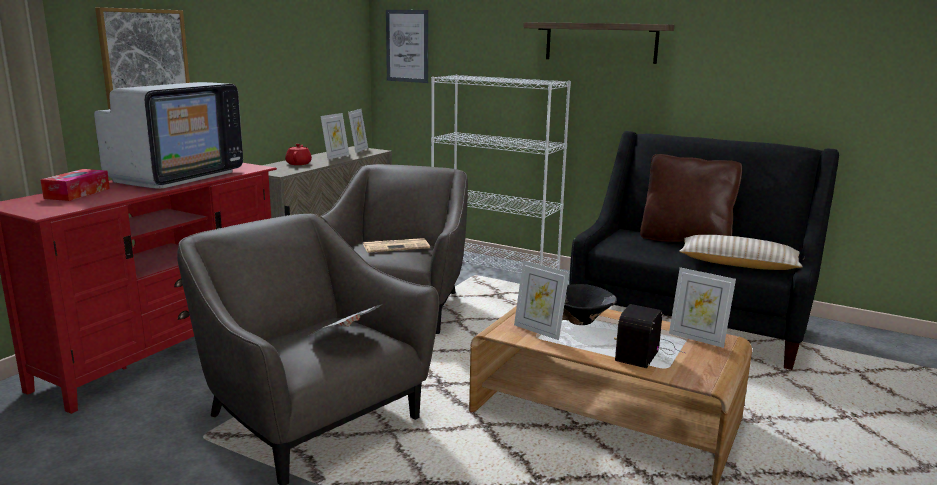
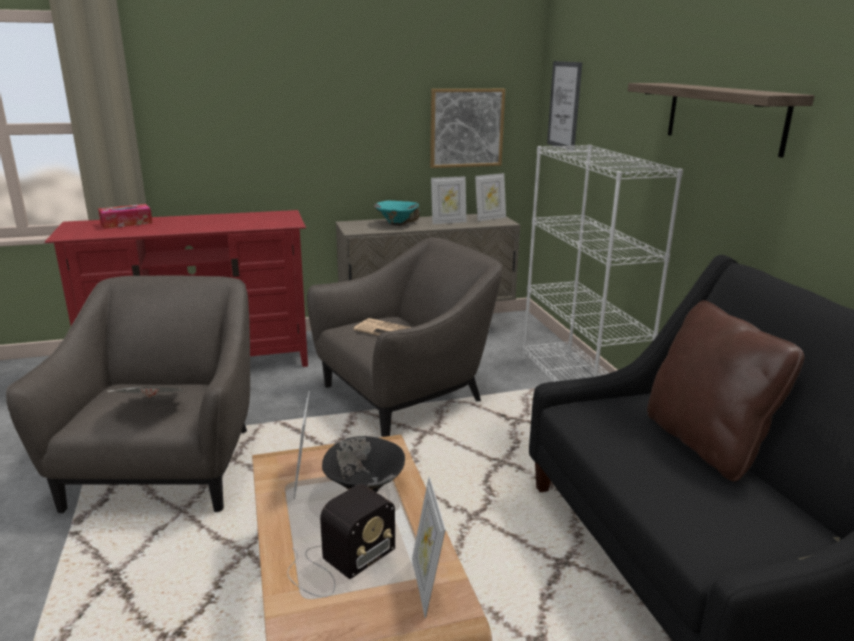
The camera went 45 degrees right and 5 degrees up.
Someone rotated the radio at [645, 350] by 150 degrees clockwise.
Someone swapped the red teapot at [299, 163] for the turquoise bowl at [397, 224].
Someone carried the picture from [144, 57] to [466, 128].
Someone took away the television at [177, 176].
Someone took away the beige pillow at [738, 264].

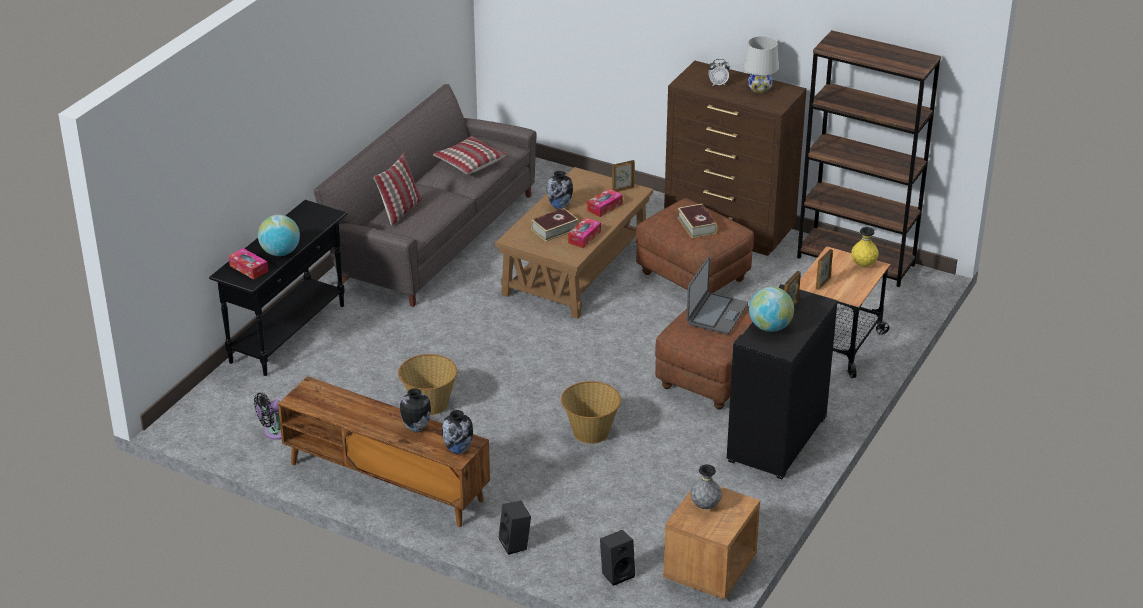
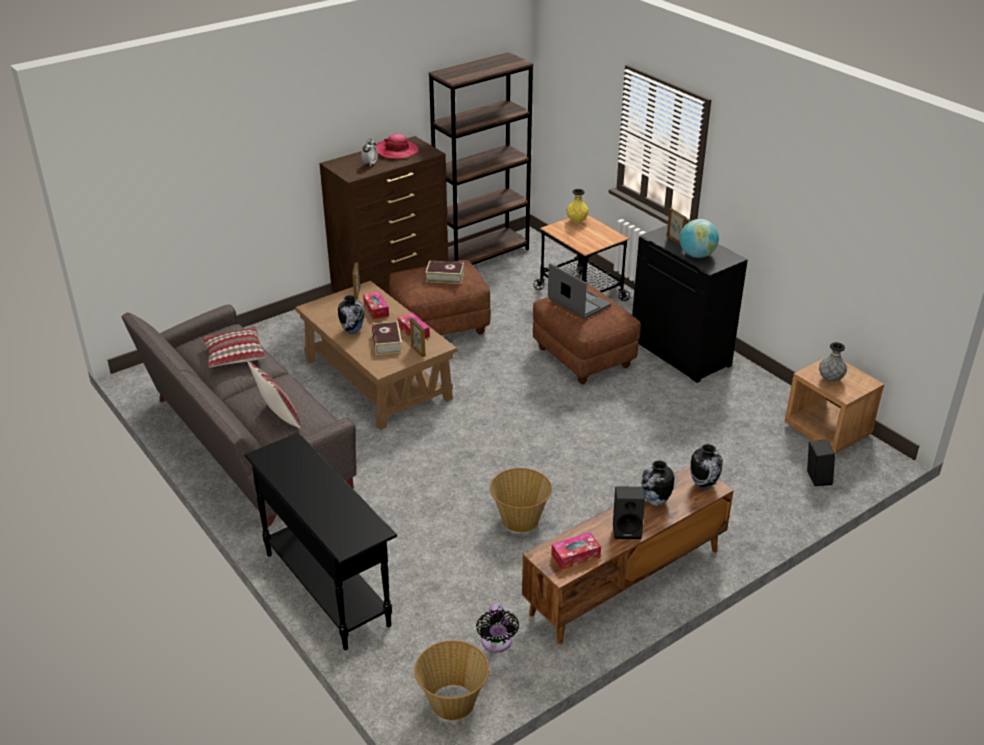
The camera went 65 degrees left and 0 degrees up.
Someone swapped the white table lamp at [759, 89] for the hat at [396, 151].
Someone carried the picture frame from [822, 283] to [418, 351].
Someone carried the basket from [590, 432] to [452, 703].
Someone carried the tissue box from [249, 268] to [575, 556].
Someone carried the black speaker from [516, 544] to [627, 529].
Someone took away the globe at [280, 252].

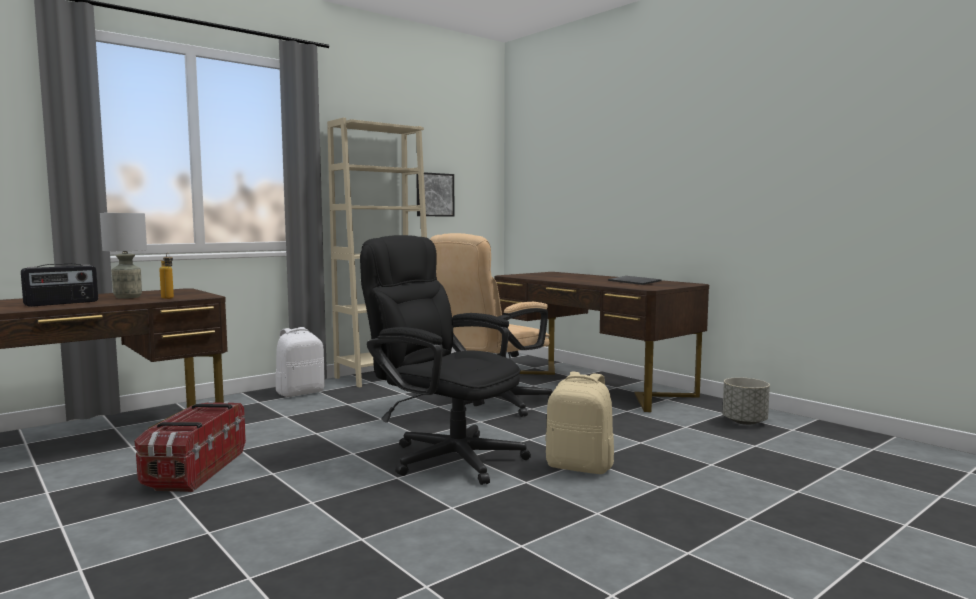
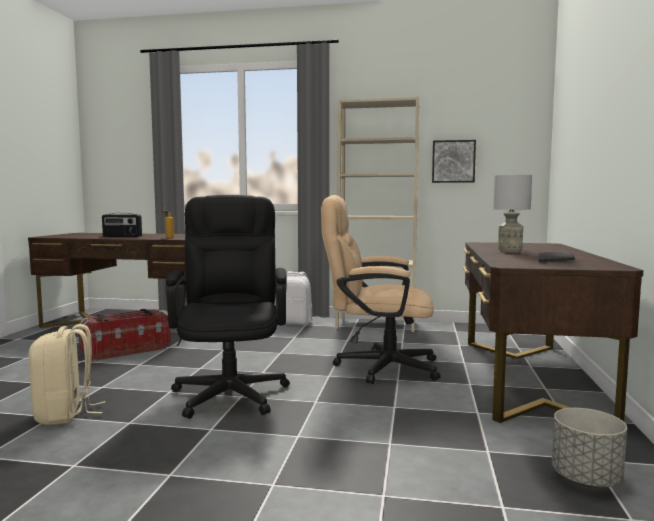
The camera went 50 degrees right and 0 degrees up.
Someone carried the beige backpack from [580, 466] to [65, 414].
Someone carried the grey table lamp from [127, 297] to [509, 251].

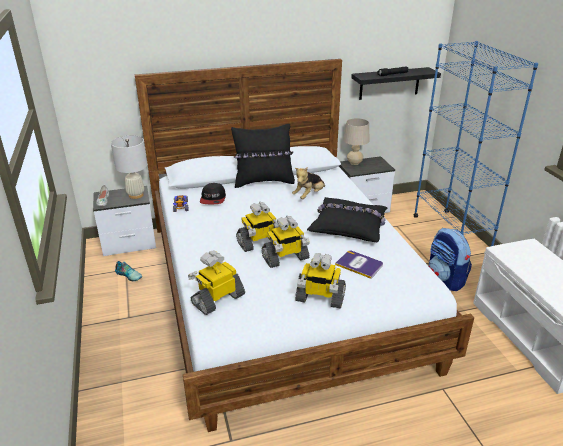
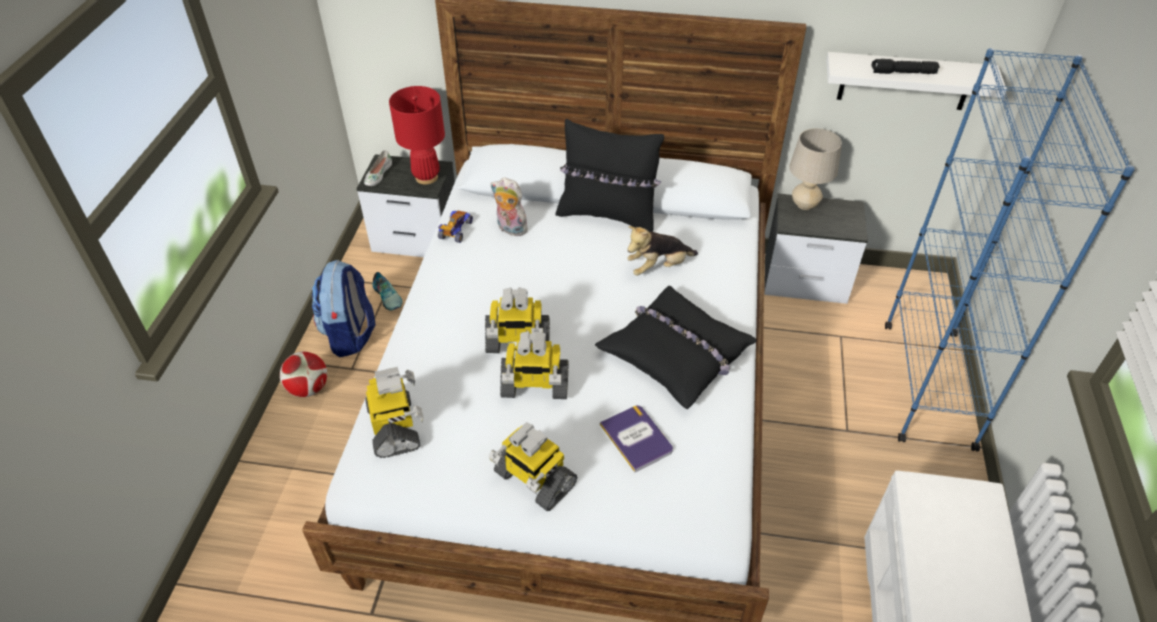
The camera went 25 degrees right and 15 degrees up.
Someone put down the football at [308, 388].
Someone carried the backpack from [445, 279] to [350, 335].
Someone rotated the toy robot at [217, 299] by 90 degrees clockwise.
Someone repainted the white table lamp at [135, 195], which became the red table lamp at [426, 177].
Someone swapped the cap at [213, 199] for the plush toy at [510, 229].
Someone repainted the black shelf at [389, 83], which became the white shelf at [905, 81].

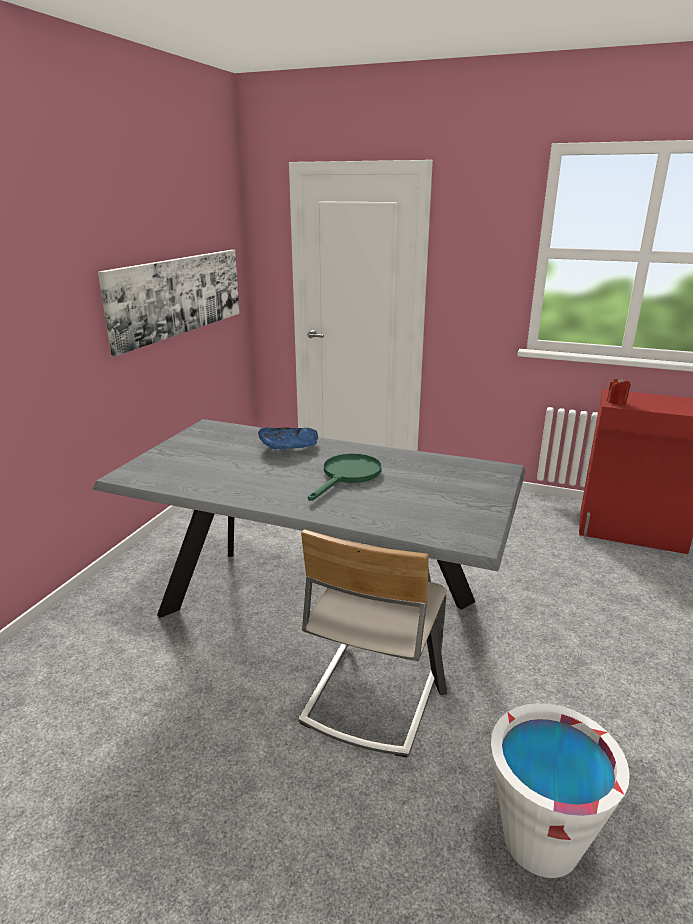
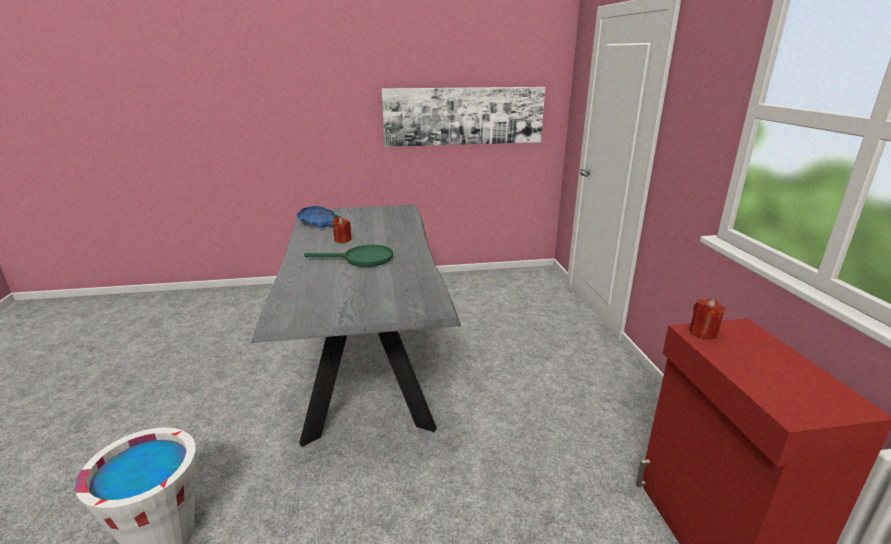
The camera went 60 degrees right and 0 degrees up.
Someone carried the blue bowl from [288, 447] to [319, 224].
Someone put down the red candle at [342, 240].
Someone took away the beige chair at [371, 693].

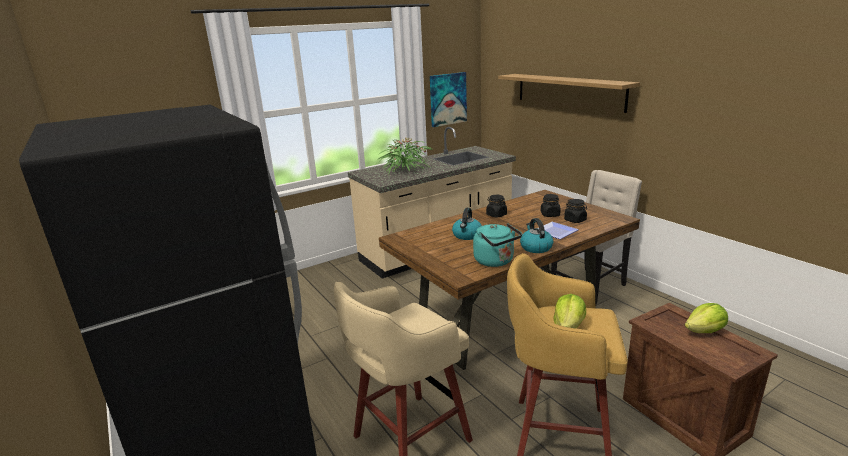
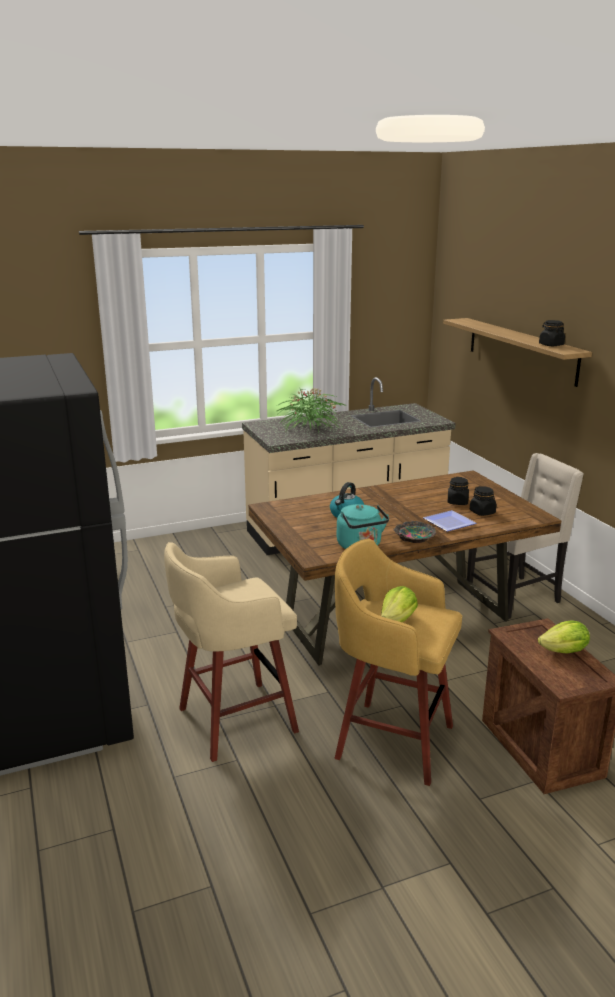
The camera went 10 degrees right and 0 degrees up.
Someone swapped the kettle at [535, 247] for the bowl at [414, 537].
Someone carried the black jar from [496, 215] to [551, 345].
Someone took away the picture at [447, 99].

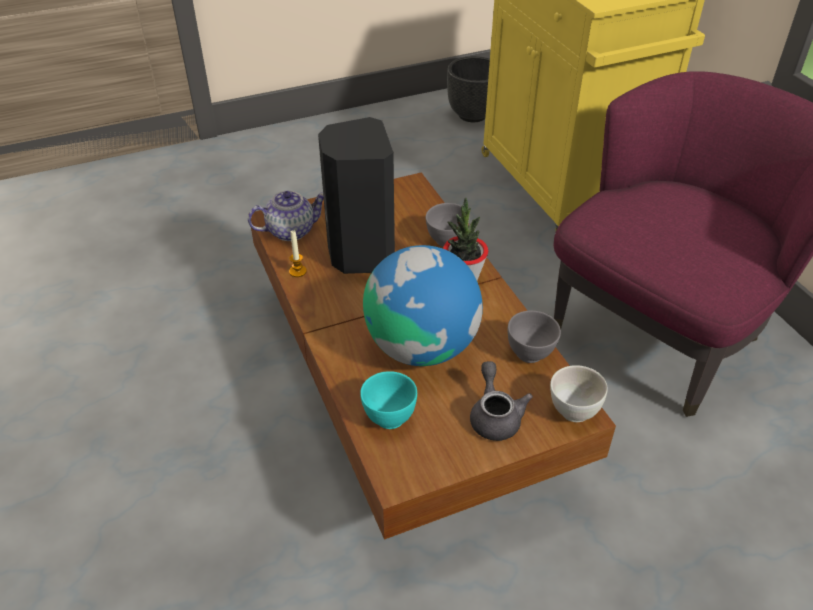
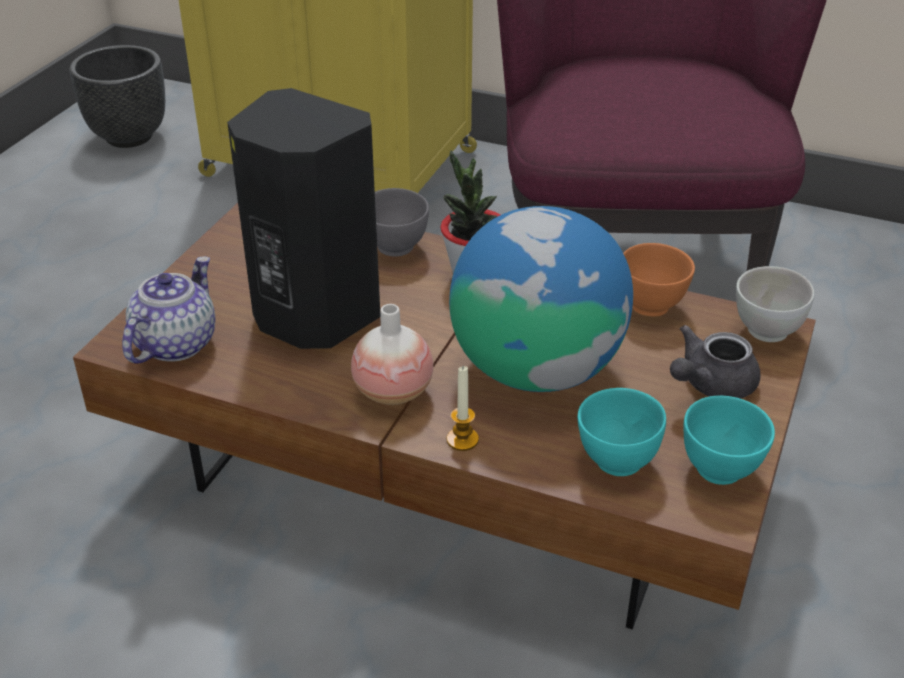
The camera went 45 degrees left and 5 degrees down.
Someone put down the vase at [393, 392].
Someone carried the candle from [297, 271] to [462, 440].
Someone repainted the grey bowl at [530, 354], which became the orange bowl at [651, 306].
Someone rotated the grey teapot at [495, 416] by 75 degrees counterclockwise.
Someone put down the turquoise bowl at [720, 471].

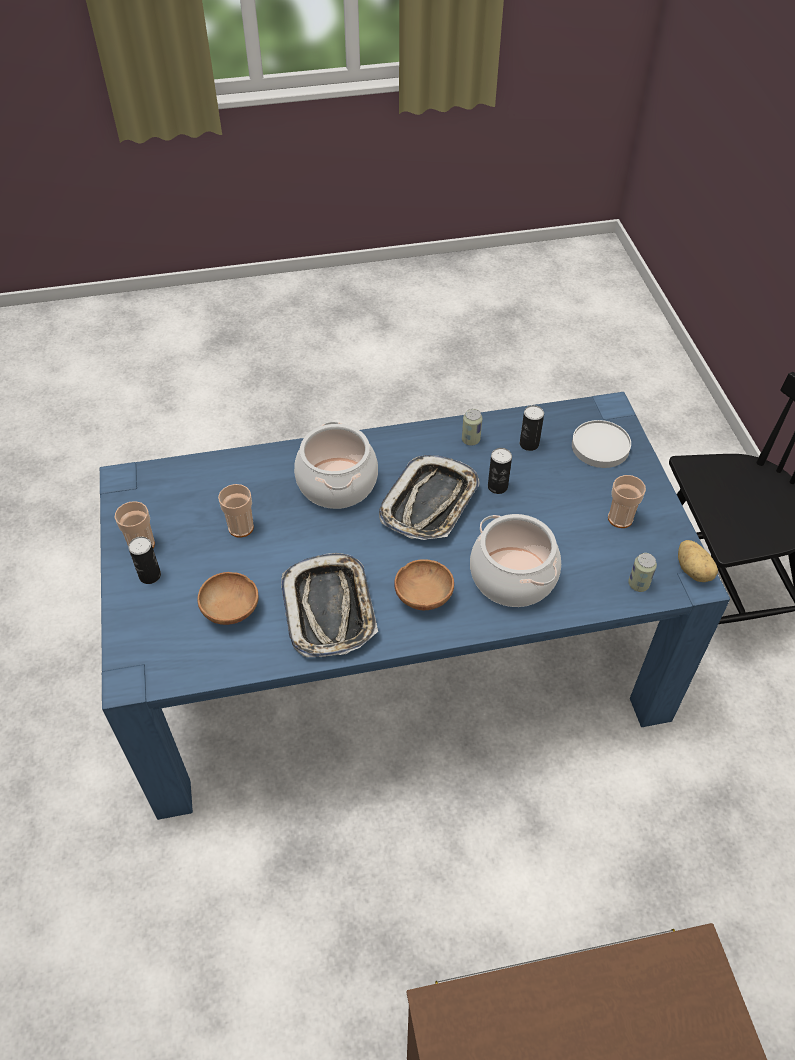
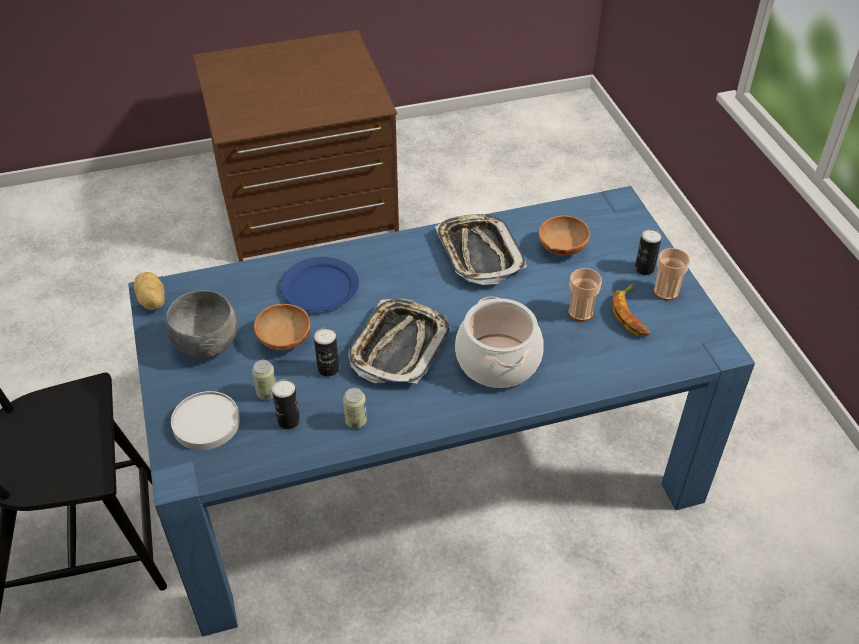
The camera went 175 degrees right and 5 degrees down.
Someone swapped the cup at [620, 518] for the grey bowl at [206, 344].
Someone carried the can from [638, 584] to [267, 393].
Someone carried the brown bowl from [424, 595] to [284, 341].
Someone swapped the cooking pot at [513, 577] for the blue plate at [319, 287].
Someone put down the banana at [631, 314].

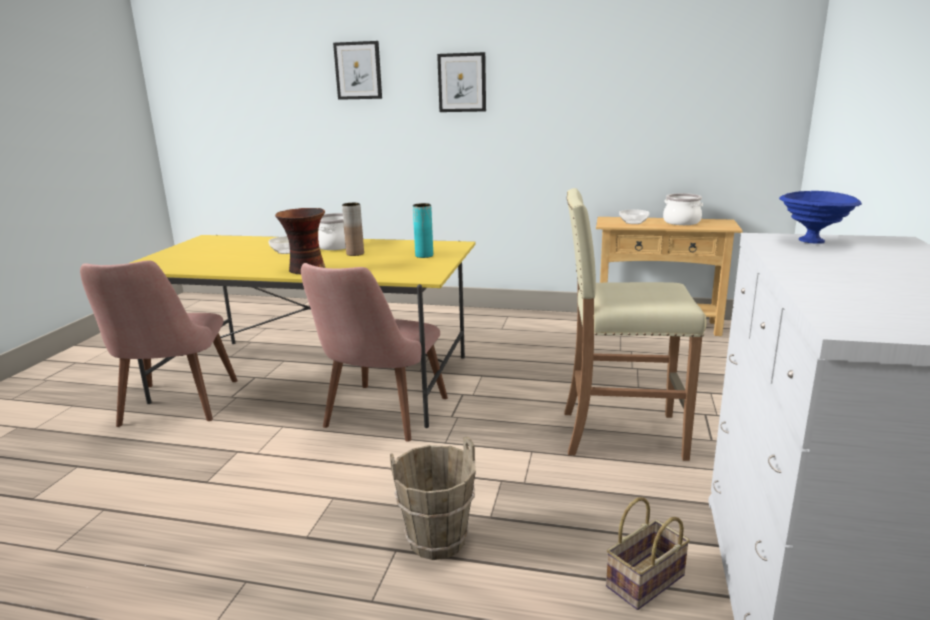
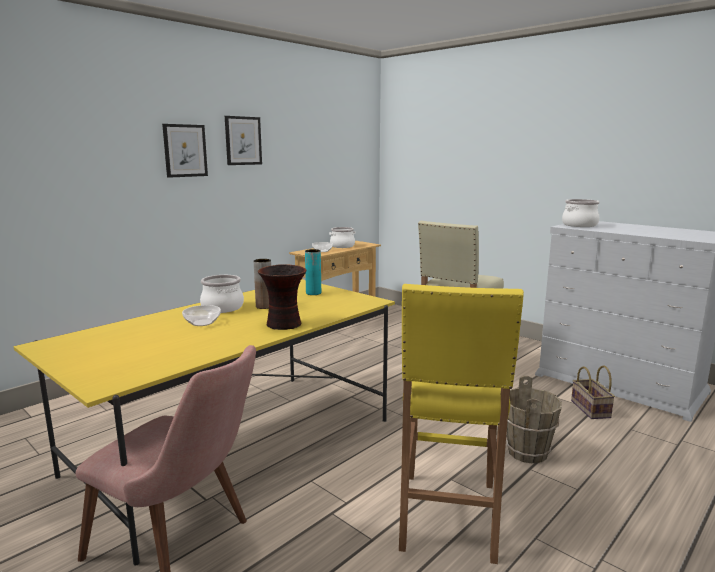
The camera went 60 degrees left and 5 degrees down.
Someone carried the picture from [358, 70] to [243, 140].
Someone put down the yellow stool at [448, 516].
Someone swapped the blue bowl at [813, 241] for the cooking pot at [579, 225].
Someone took away the pink chair at [379, 419].

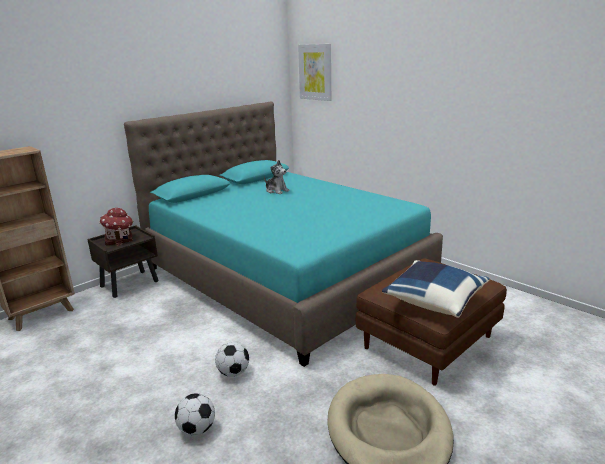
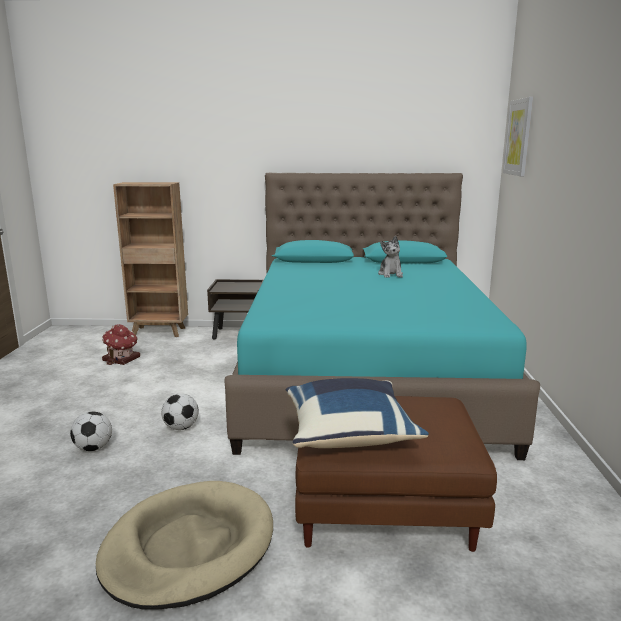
The camera went 45 degrees right and 5 degrees down.
Someone carried the toy house from [119, 239] to [122, 359].

